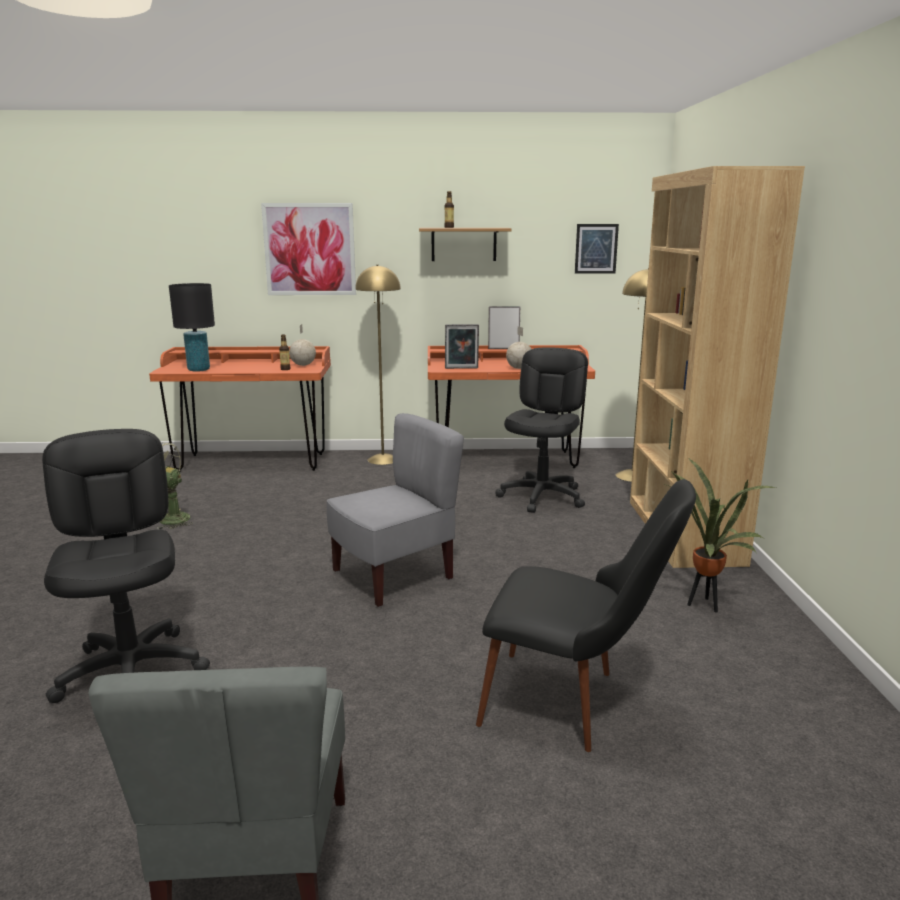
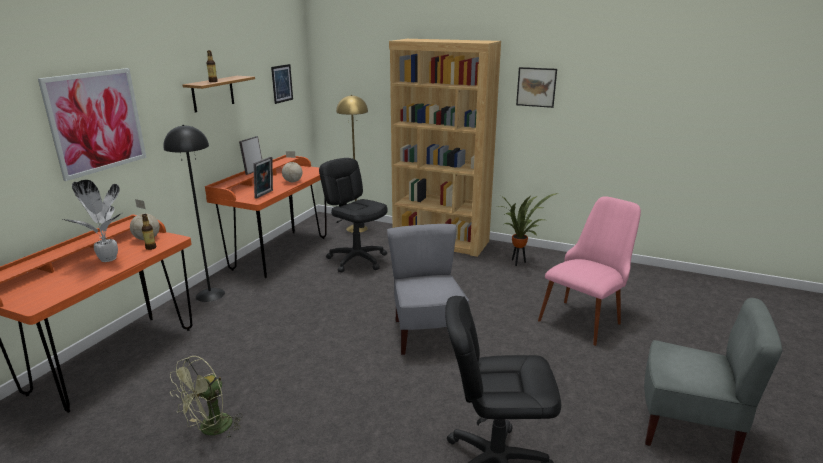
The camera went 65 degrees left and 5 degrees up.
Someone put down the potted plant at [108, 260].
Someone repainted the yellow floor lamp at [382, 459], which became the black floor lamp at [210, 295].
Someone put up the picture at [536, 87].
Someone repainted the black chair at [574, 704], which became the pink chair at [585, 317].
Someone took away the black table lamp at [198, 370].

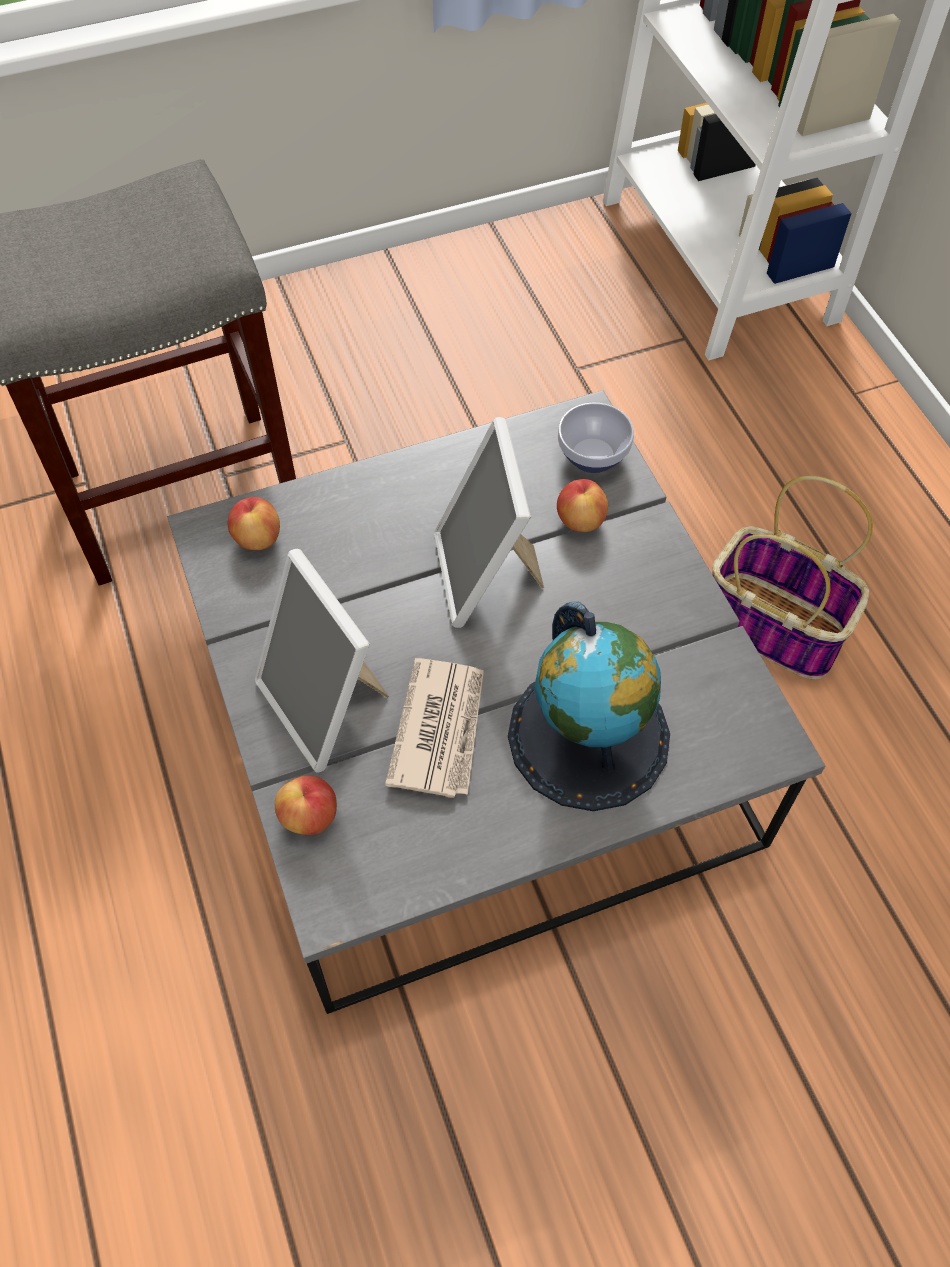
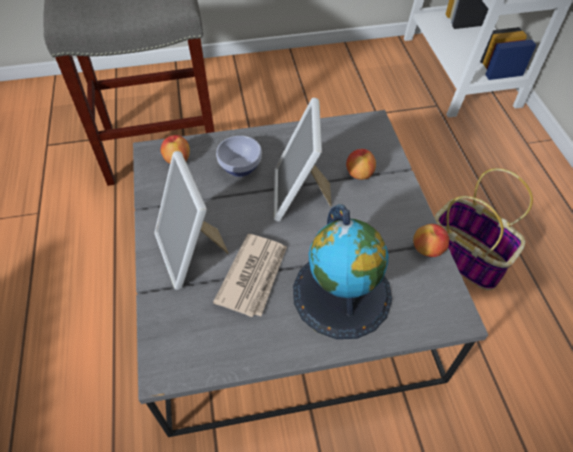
The camera went 10 degrees right and 5 degrees down.
Someone carried the bowl from [592, 458] to [239, 168].
Someone carried the apple from [310, 816] to [428, 249].

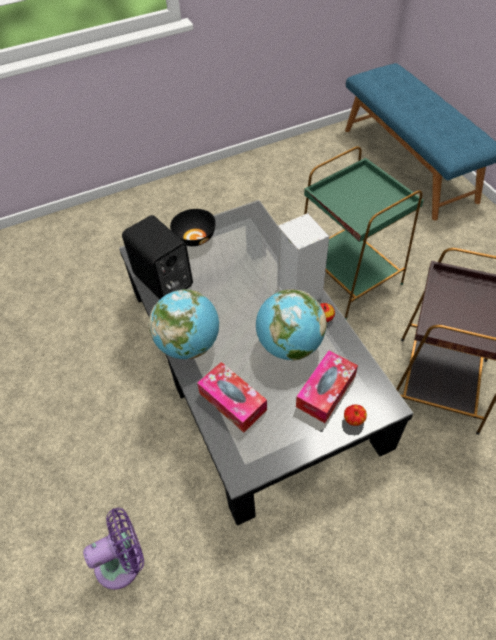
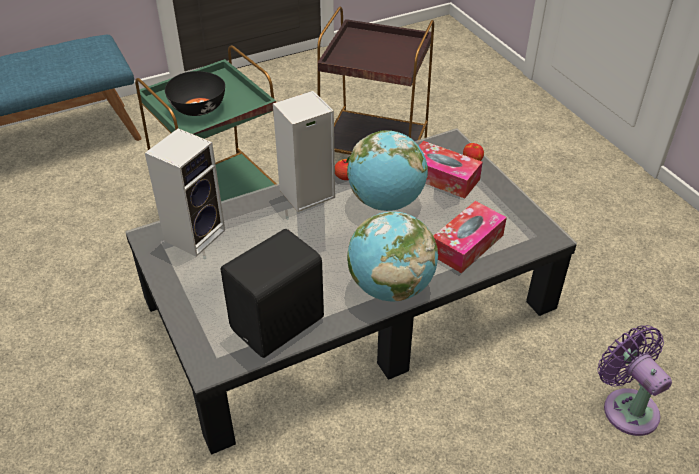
The camera went 95 degrees left and 10 degrees down.
Someone put down the speaker at [195, 234].
Someone carried the black bowl from [195, 237] to [197, 108].

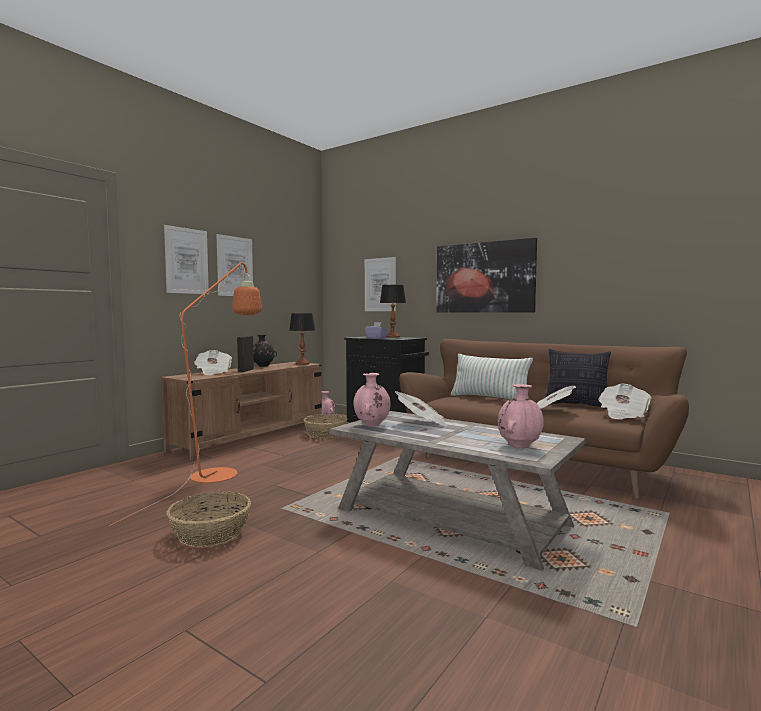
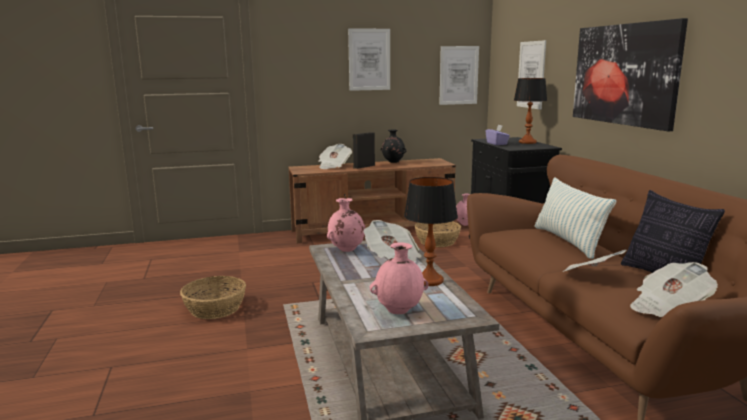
The camera went 40 degrees right and 10 degrees up.
Someone carried the table lamp from [302, 364] to [430, 281].
Someone carried the picture from [186, 261] to [458, 75].
Someone took away the orange floor lamp at [221, 471].

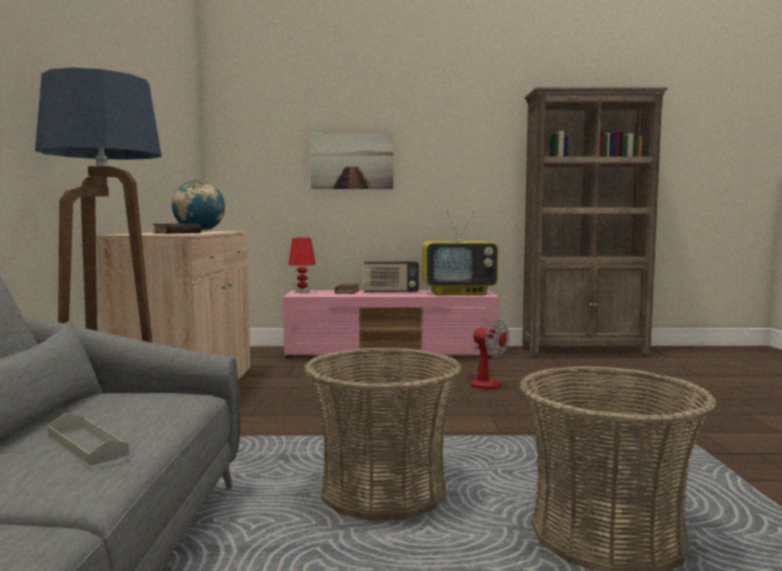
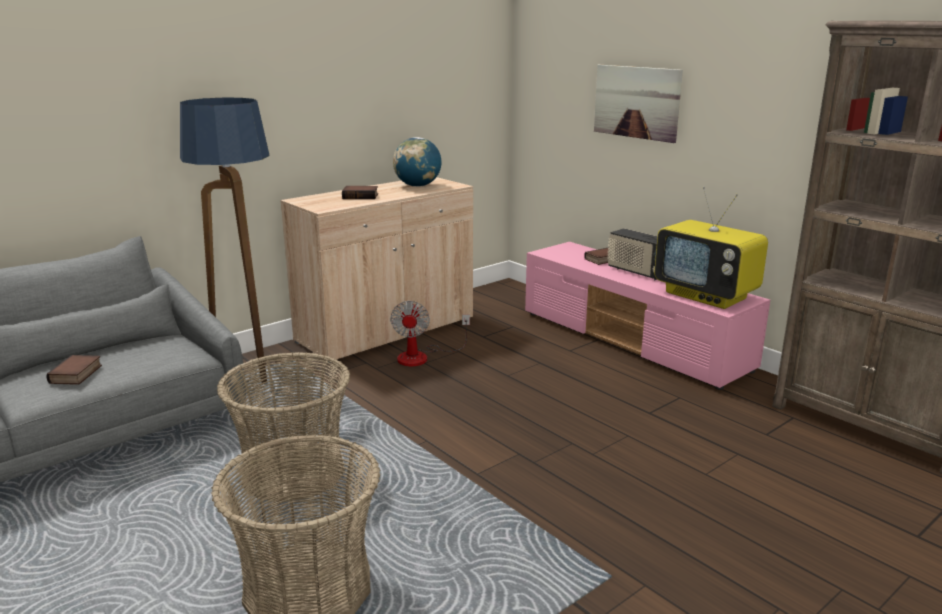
The camera went 50 degrees right and 15 degrees up.
Someone swapped the grey tray at [87, 444] for the book at [77, 374].
Someone carried the fan from [484, 382] to [422, 356].
Someone took away the red table lamp at [302, 291].

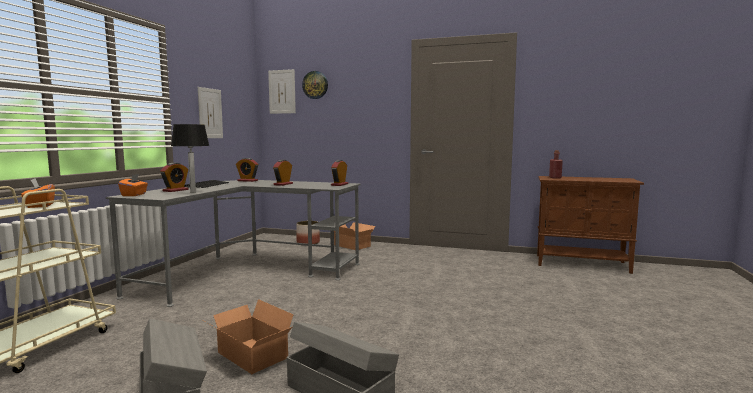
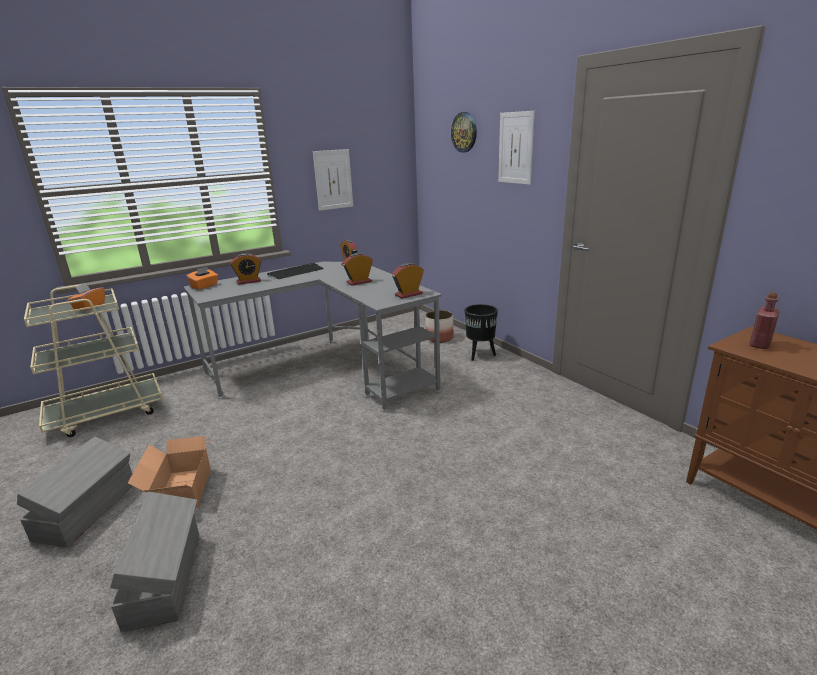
The camera went 40 degrees right and 15 degrees up.
Someone swapped the cardboard box at [352, 245] for the black planter at [480, 355].
Someone carried the picture from [282, 91] to [515, 148].
Someone took away the table lamp at [193, 192].

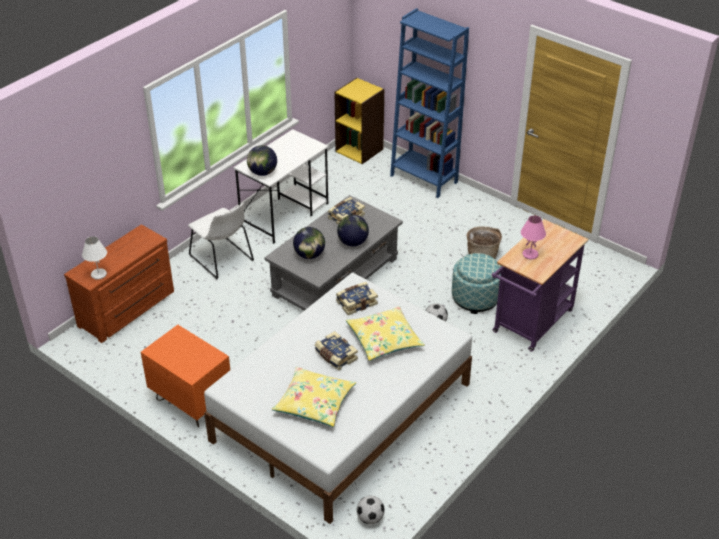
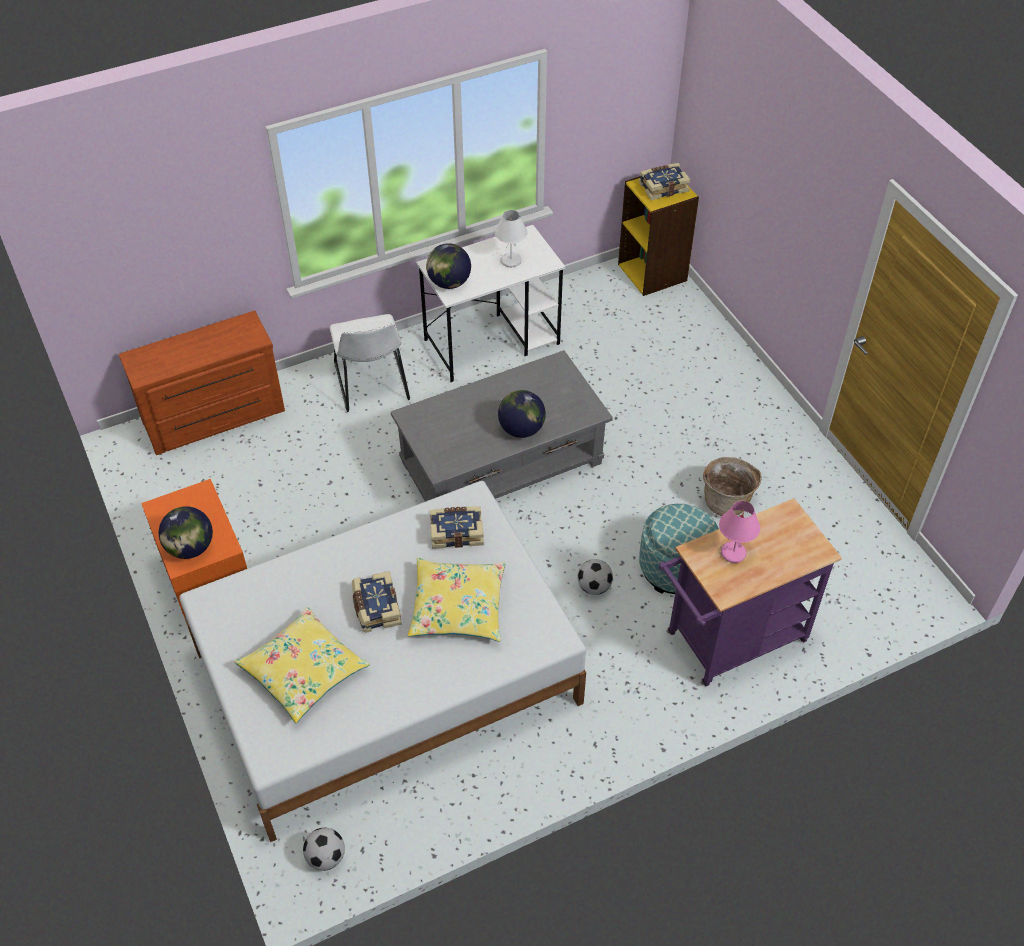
The camera went 25 degrees right and 10 degrees up.
Someone carried the globe from [309, 255] to [190, 548].
Someone carried the white table lamp from [99, 275] to [511, 261].
Someone carried the book from [345, 216] to [663, 187].
Someone took away the blue bookcase at [424, 179].

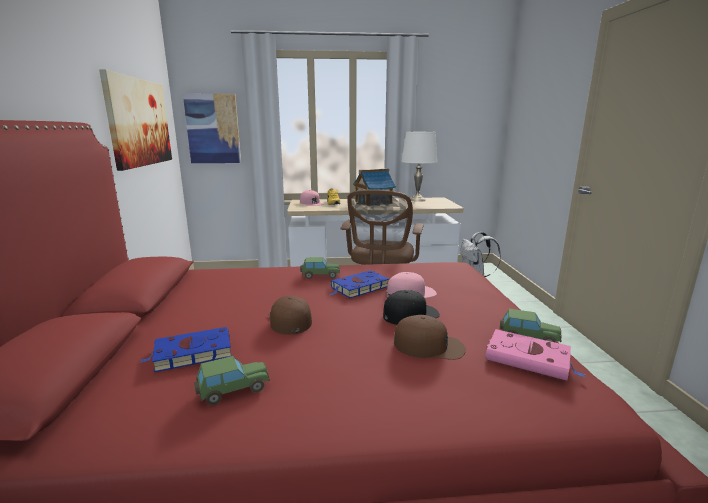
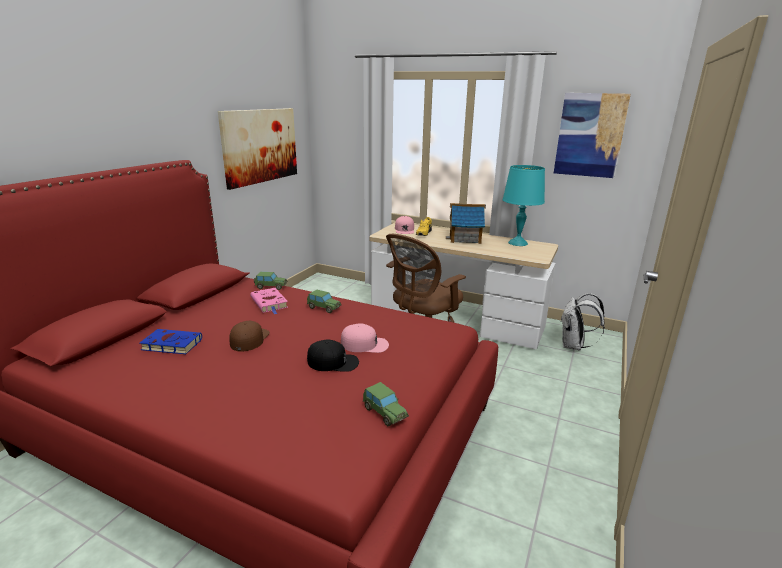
The camera went 30 degrees right and 5 degrees up.
Someone carried the pink book from [530, 359] to [270, 303].
Someone carried the toy car from [233, 390] to [270, 287].
Someone repainted the white table lamp at [417, 200], which became the turquoise table lamp at [517, 243].
Someone carried the picture from [213, 129] to [590, 135].
Someone took away the blue book at [359, 288].
Someone took away the brown cap at [429, 345].

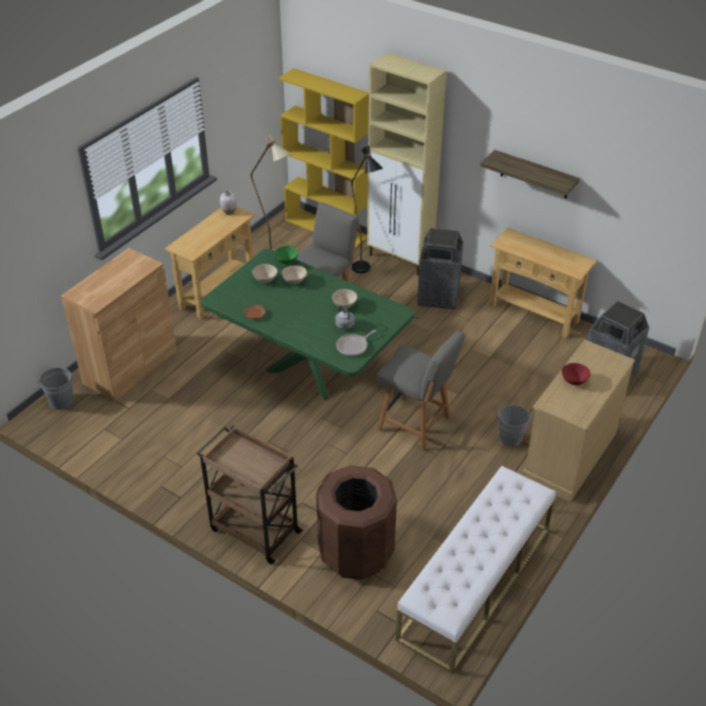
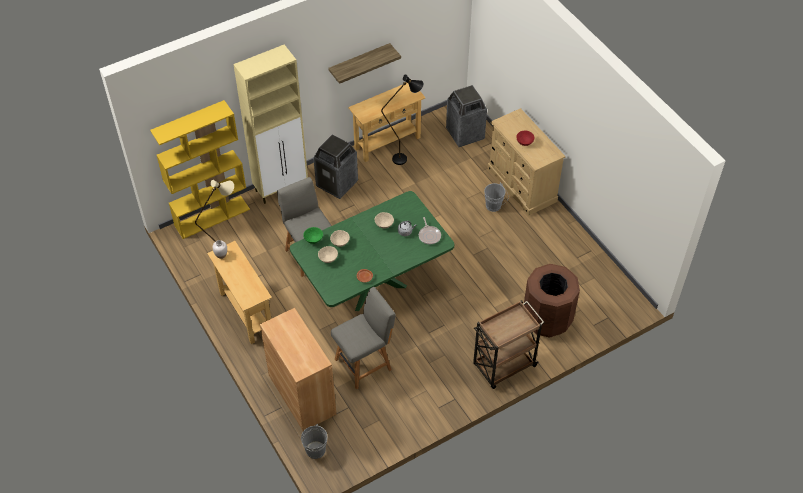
The camera went 65 degrees left and 10 degrees up.
Someone carried the grey chair from [416, 424] to [365, 363].
Someone carried the black floor lamp from [365, 271] to [405, 158].
Someone took away the white bench at [475, 583].

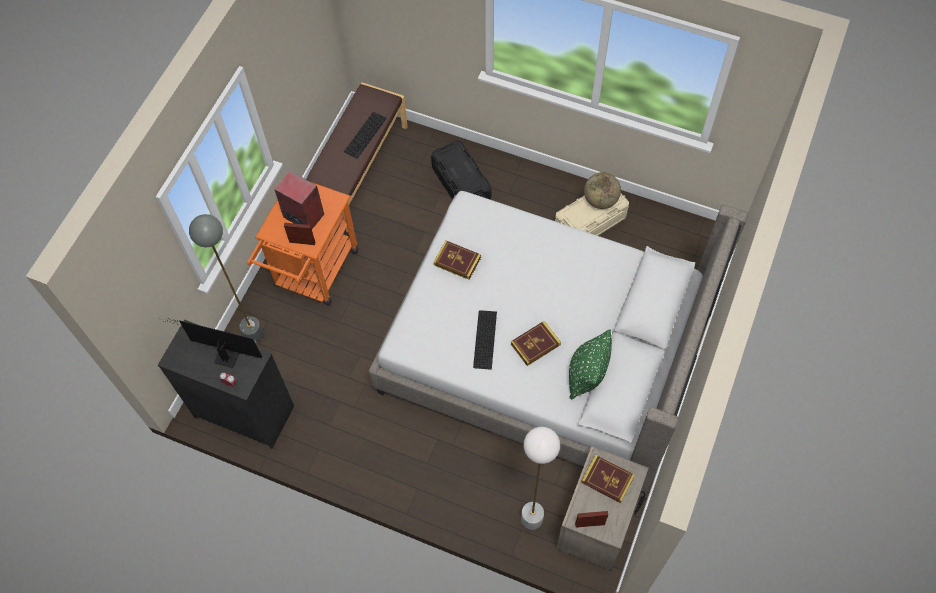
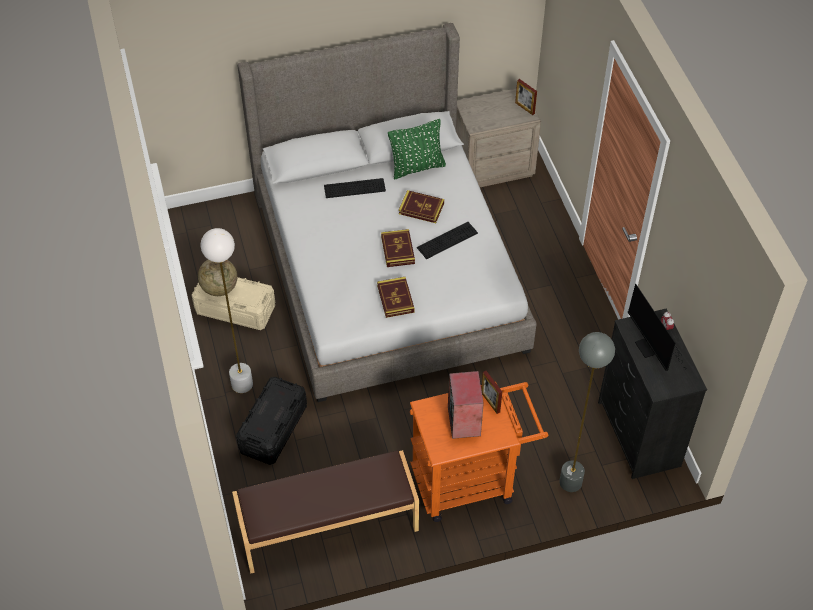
The camera went 130 degrees left and 10 degrees down.
Someone carried the white floor lamp from [532, 519] to [242, 384].
Someone carried the keyboard from [365, 135] to [354, 188].
Someone carried the book from [607, 479] to [397, 250].

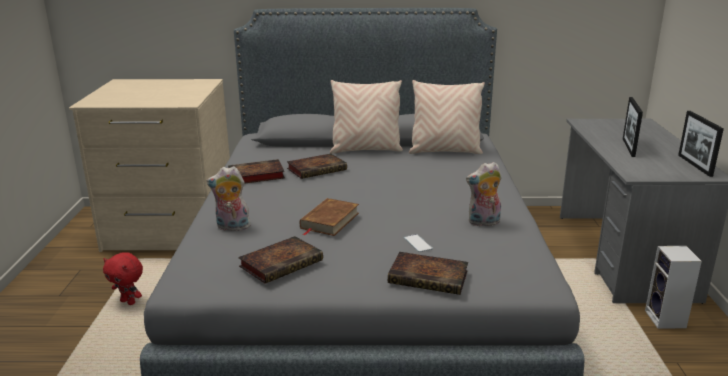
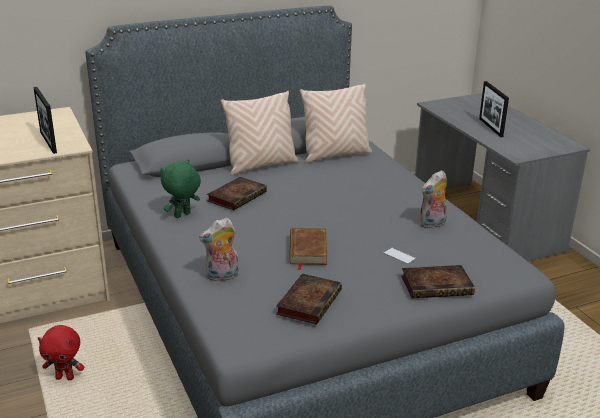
The camera went 25 degrees left and 5 degrees up.
Someone carried the picture frame from [694, 165] to [48, 142].
Someone swapped the book at [255, 176] for the green plush toy at [182, 215].
Someone took away the speaker at [666, 320].

